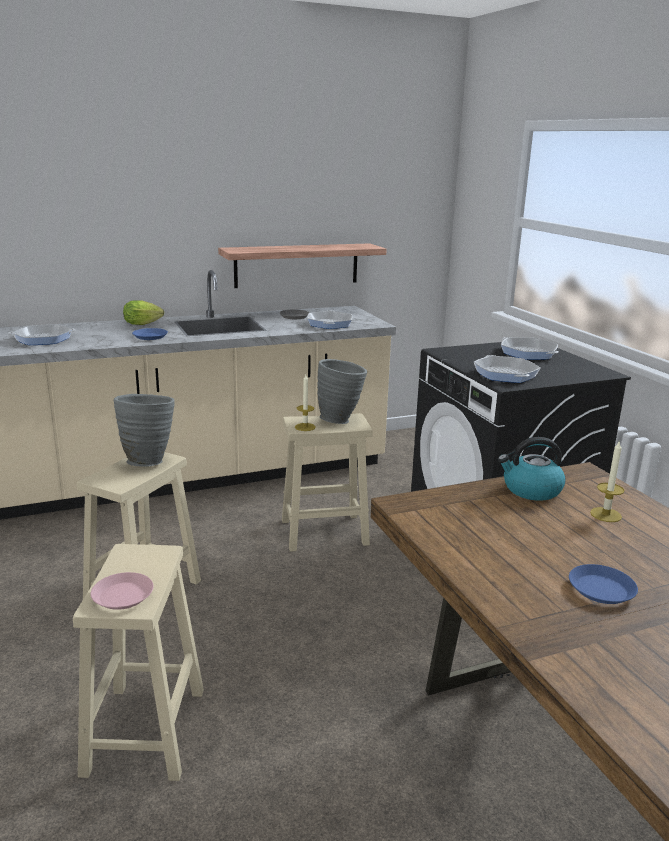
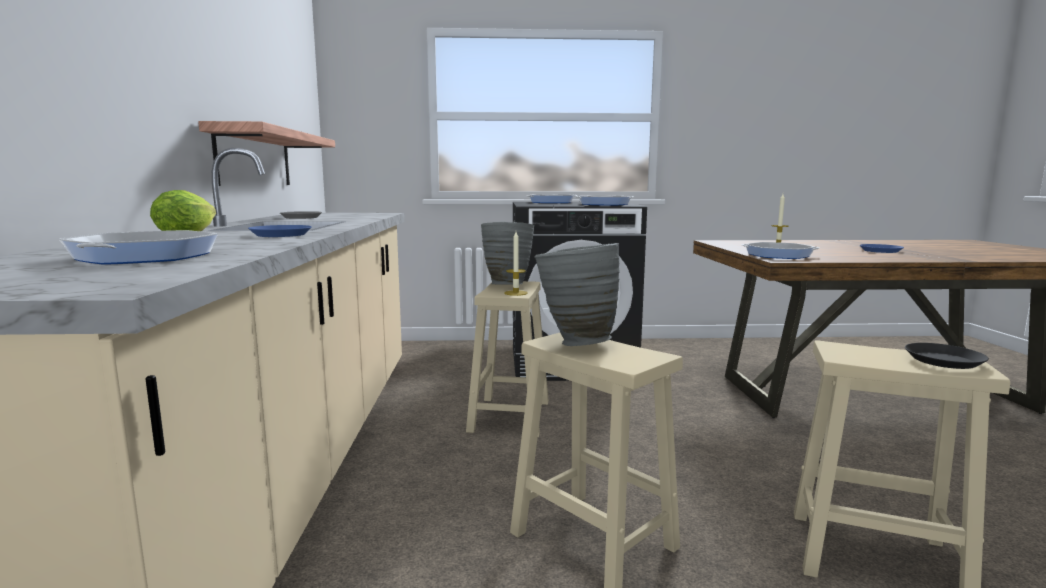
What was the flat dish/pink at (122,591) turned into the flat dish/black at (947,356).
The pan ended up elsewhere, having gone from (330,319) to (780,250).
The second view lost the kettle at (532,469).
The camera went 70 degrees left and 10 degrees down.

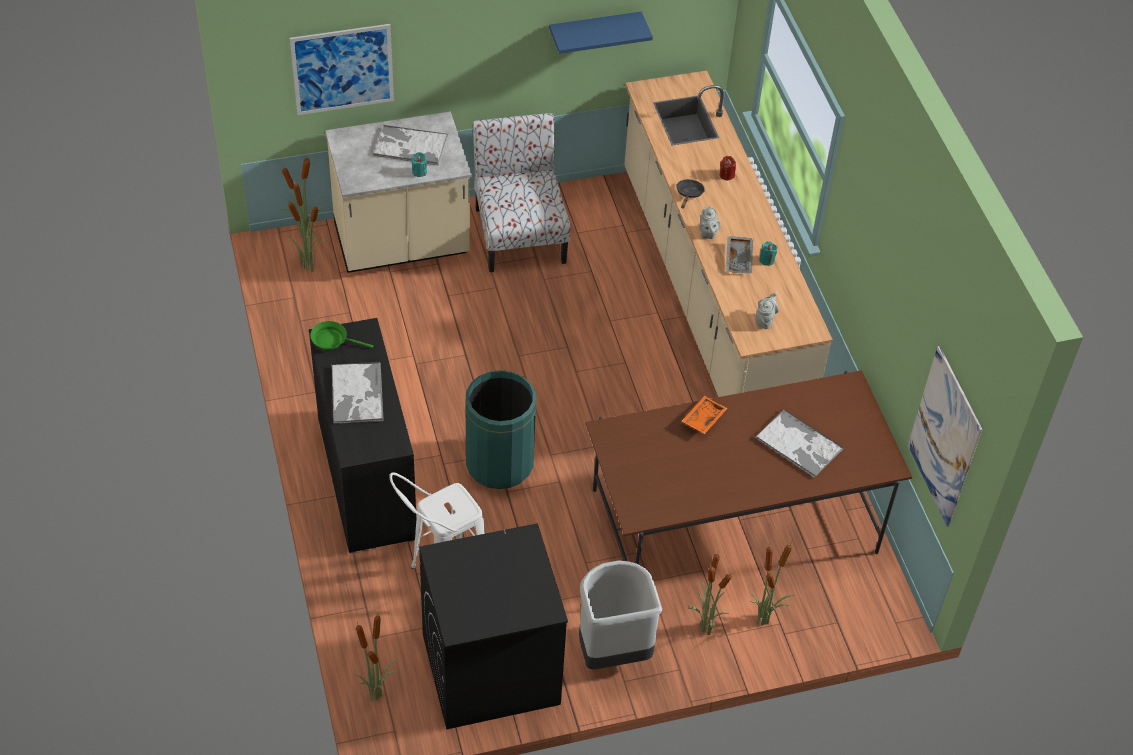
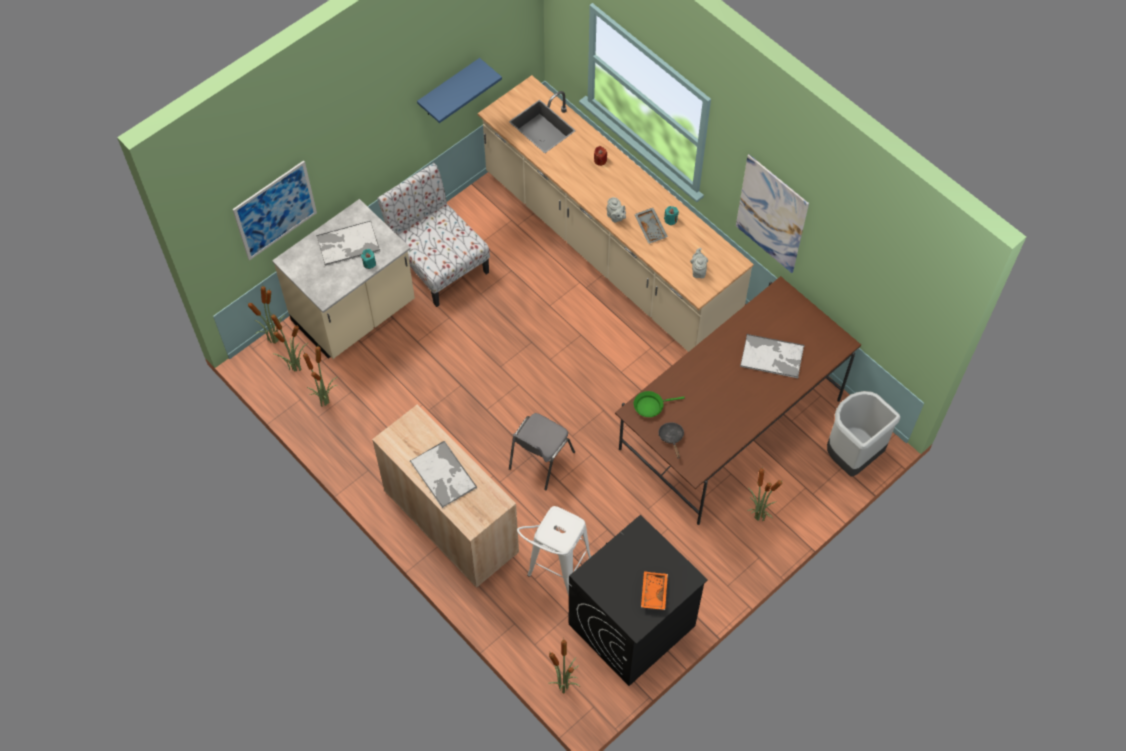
What was the storage cabinet/black at (362,436) turned into the storage cabinet/sand-coloured at (445,496).
The pan/greenish ended up elsewhere, having gone from (341,335) to (659,404).
Where the waste bin/greenish stood at (501,429), the chair/gray came to stand at (542,452).
The waste bin/gray ended up elsewhere, having gone from (620,615) to (863,433).
The pan/black ended up elsewhere, having gone from (690,194) to (671,440).
The tray/orange-coloured ended up elsewhere, having gone from (705,415) to (654,590).
The potted plant ended up elsewhere, having gone from (772,585) to (320,376).
The wall art ended up elsewhere, having gone from (945,436) to (772,213).
The camera went 25 degrees left and 10 degrees up.

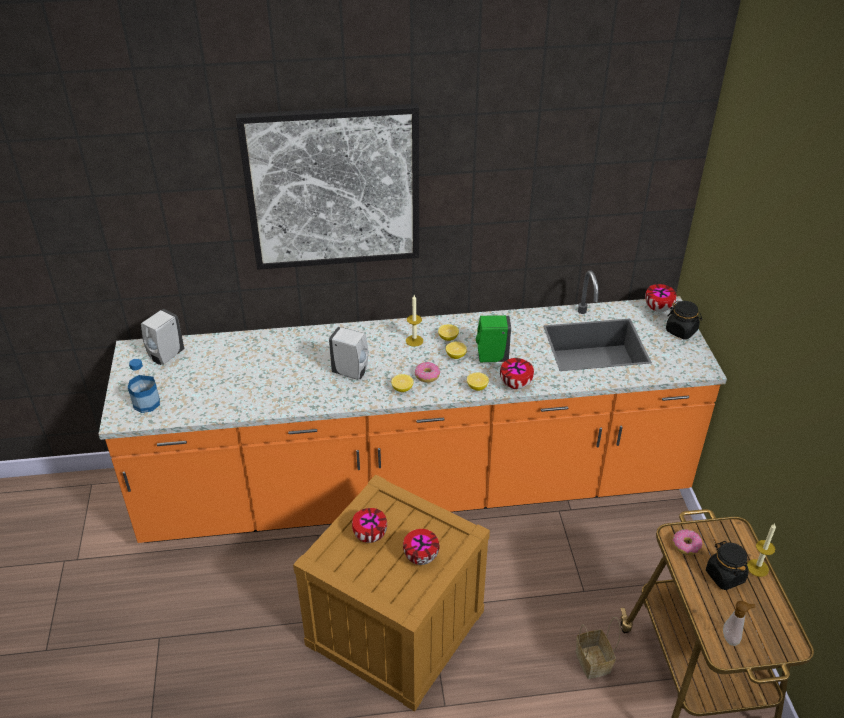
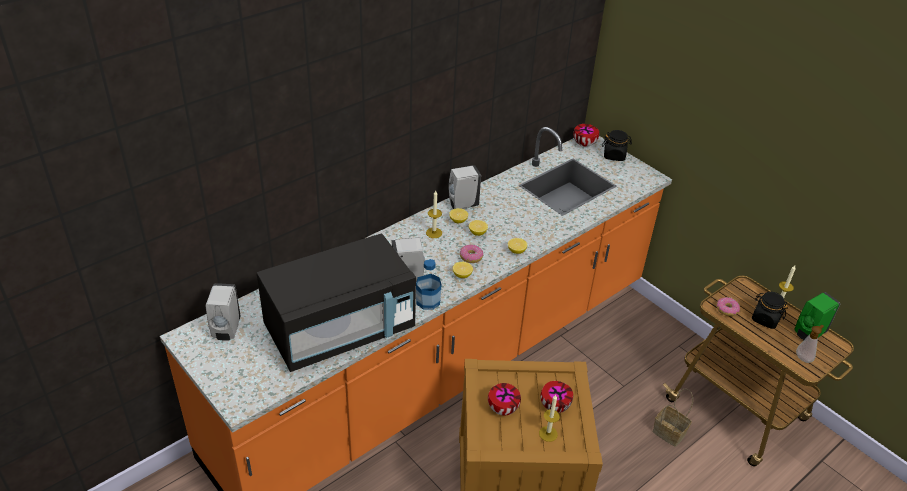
The bottle ended up elsewhere, having gone from (144,386) to (429,284).
The second view lost the wall art at (327,187).
The liquid soap bottle/greenish ended up elsewhere, having gone from (493,338) to (817,316).
The second view lost the deep dish at (517,373).
The second view gained the microwave oven/black at (336,303).
The second view gained the liquid soap bottle/white at (464,187).
The second view gained the wax light at (549,418).
The camera went 35 degrees left and 0 degrees up.

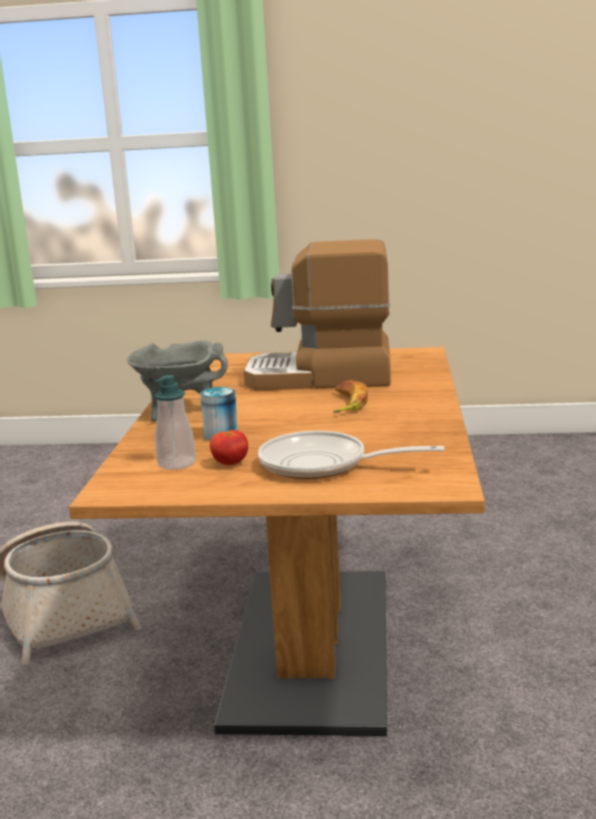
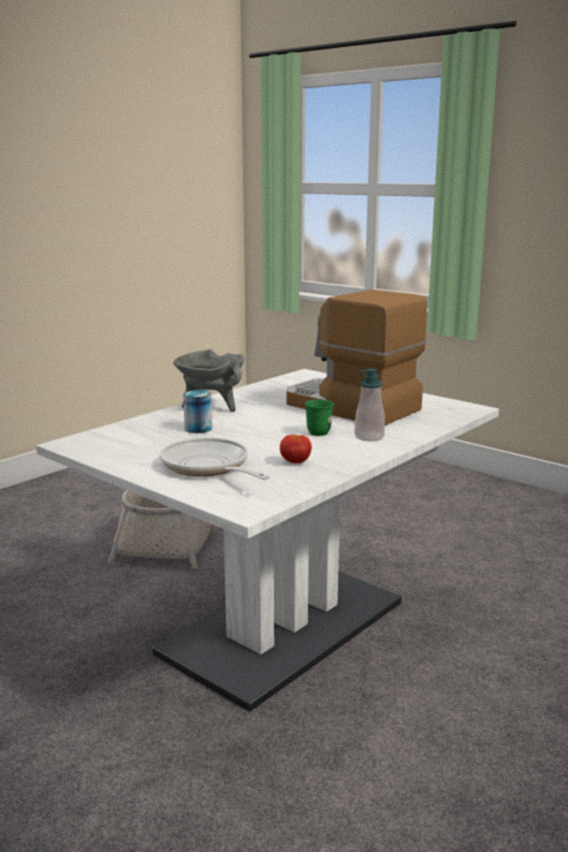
What was the kitchen table/brownish at (277,541) turned into the kitchen table/white at (267,540).
The liquid soap bottle ended up elsewhere, having gone from (175,422) to (370,405).
The tomato ended up elsewhere, having gone from (229,447) to (296,449).
Where the banana fruit stood at (350,396), the coffee mug/greenish came to stand at (319,417).
The camera went 35 degrees right and 0 degrees up.

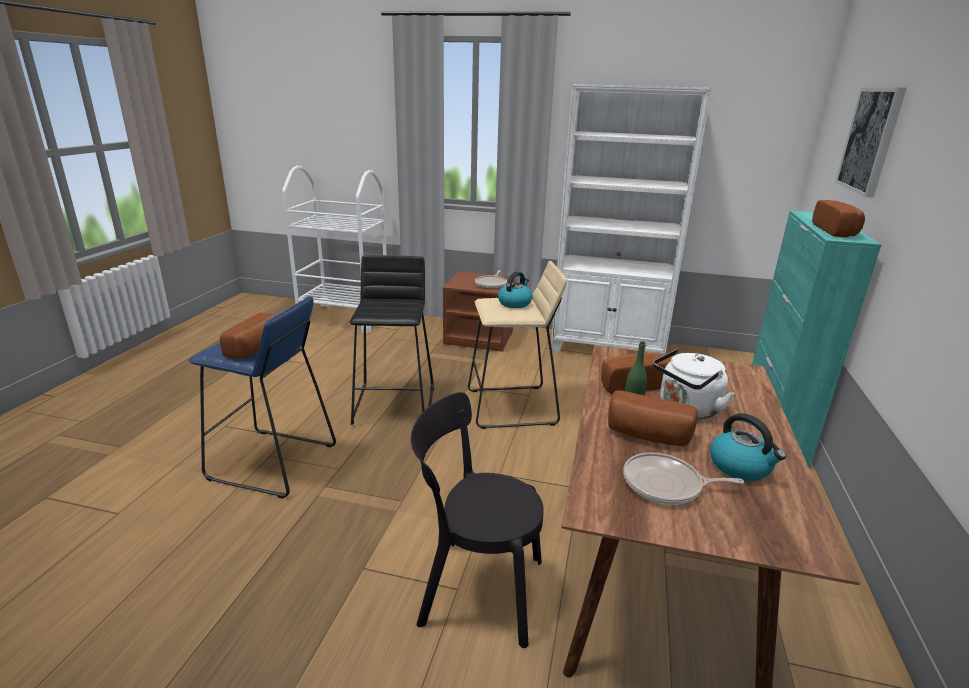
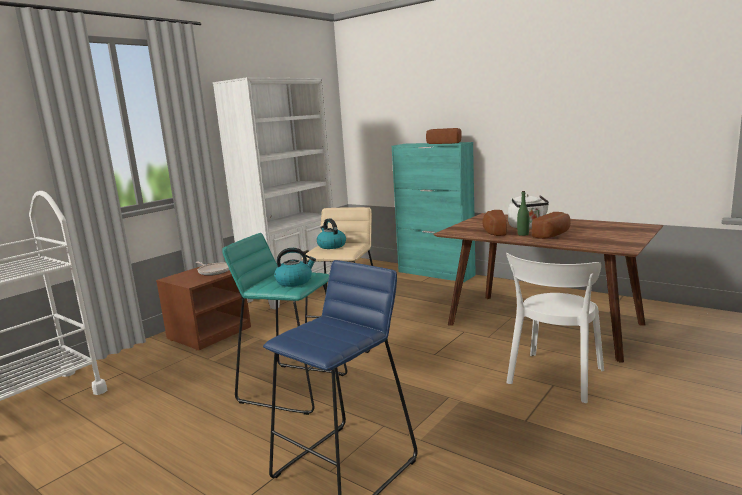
The second view lost the bakery bread at (247,336).
What was the stool/black at (392,340) turned into the stool/blue-green at (284,324).
What was the chair/black at (477,520) turned into the chair/white at (555,328).
The second view lost the pan at (683,479).
The kettle ended up elsewhere, having gone from (748,447) to (295,267).
The second view lost the wall art at (871,142).
The camera went 65 degrees left and 10 degrees down.

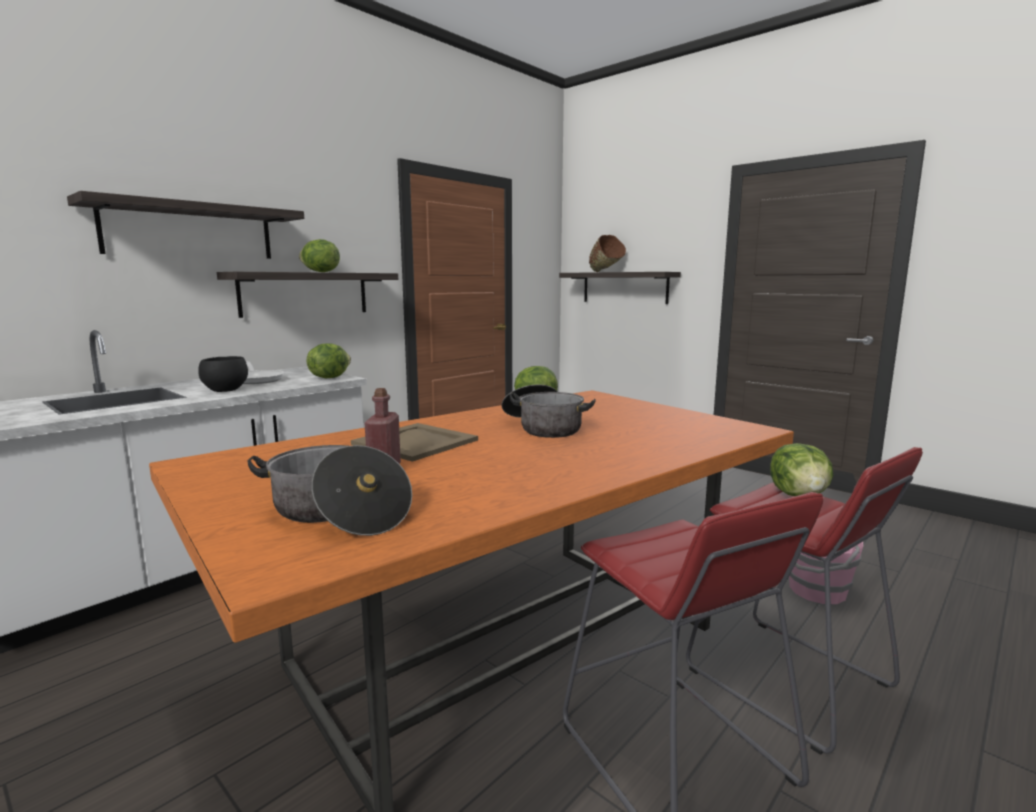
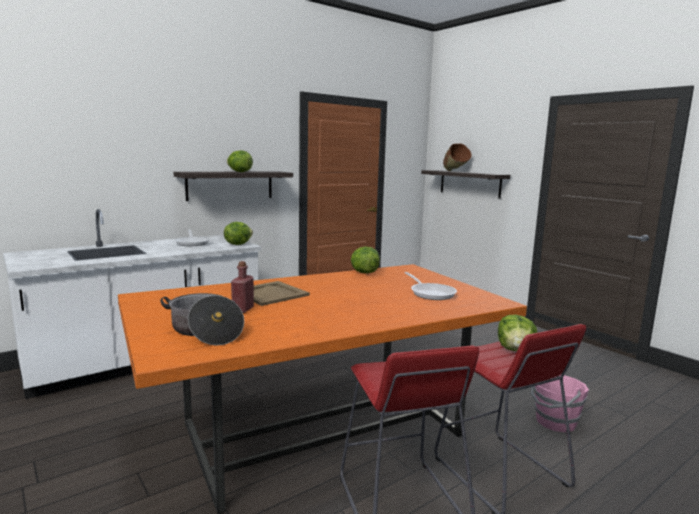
The second view lost the bracket shelf at (185,225).
The second view lost the deep dish/black at (223,374).
The second view lost the saucepot at (549,411).
The second view gained the pan at (431,286).
The camera went 10 degrees right and 0 degrees up.

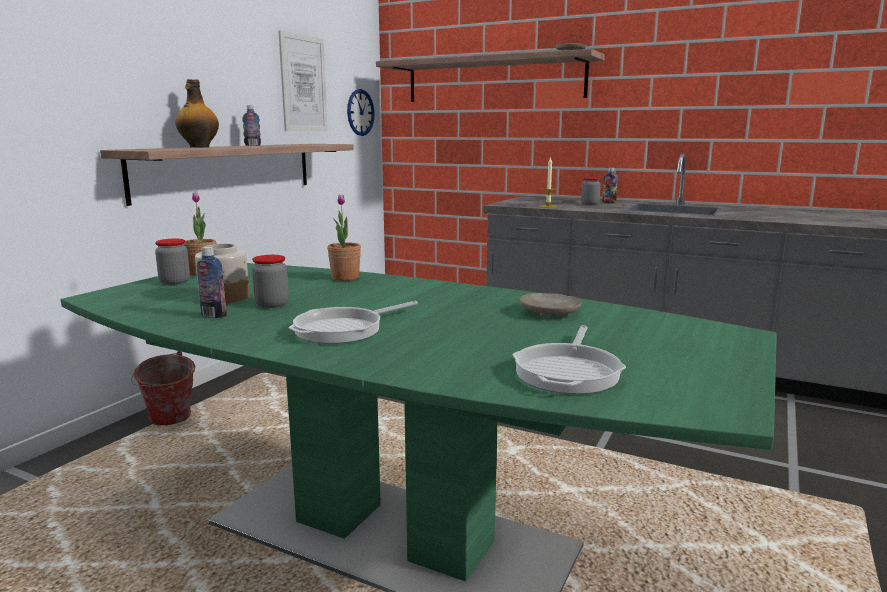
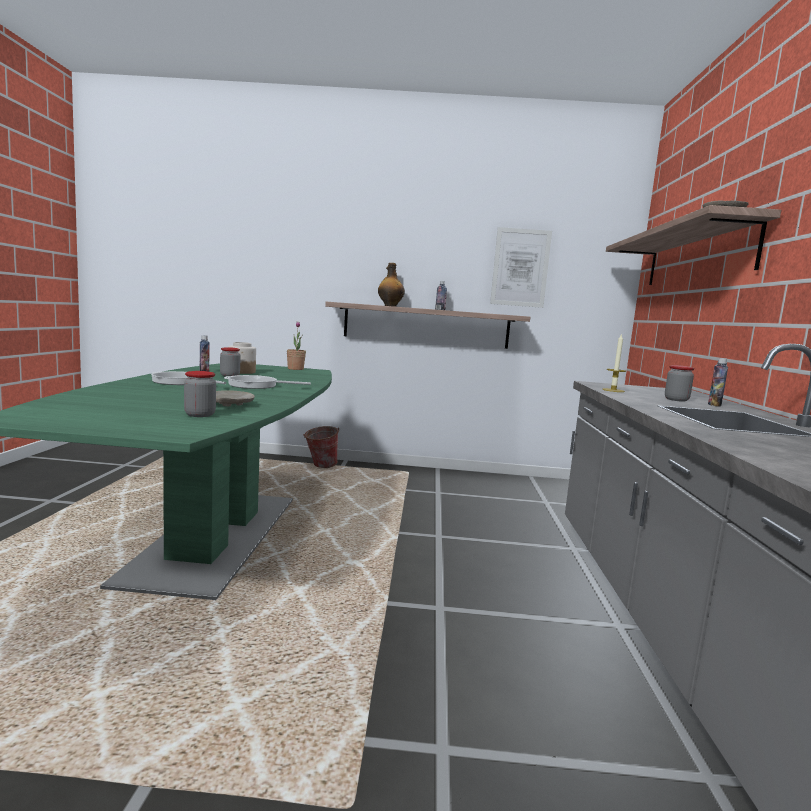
The jar ended up elsewhere, having gone from (172,262) to (200,394).
The second view lost the potted plant at (344,238).
The second view lost the hanging clock at (361,112).
The pan ended up elsewhere, having gone from (569,359) to (267,382).
The camera went 65 degrees right and 5 degrees down.

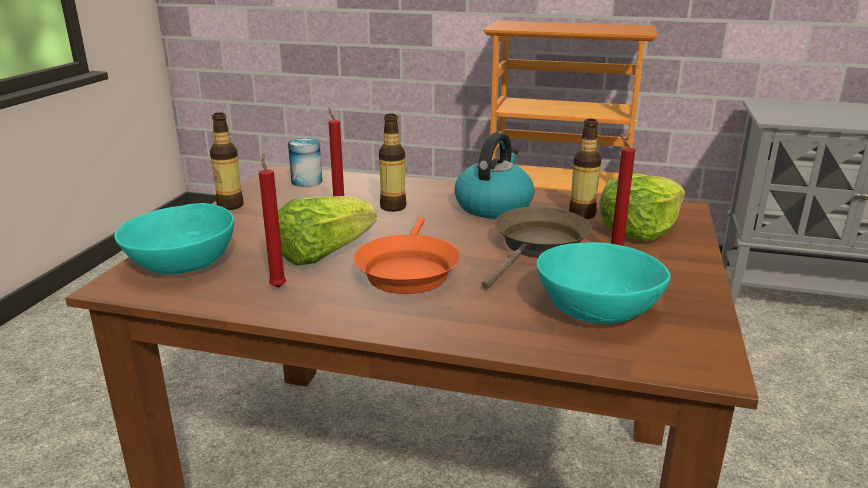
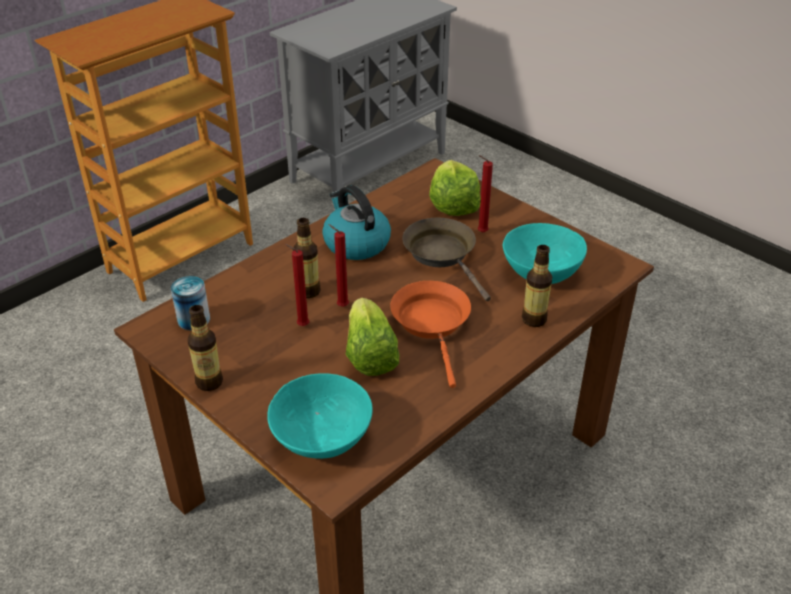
The wax light/reddish ended up elsewhere, having gone from (272,220) to (338,265).
The pan/orange-coloured at (407,255) ended up facing another way, 135 degrees counterclockwise from before.
The bottle ended up elsewhere, having gone from (585,169) to (537,286).
The camera went 60 degrees left and 15 degrees up.

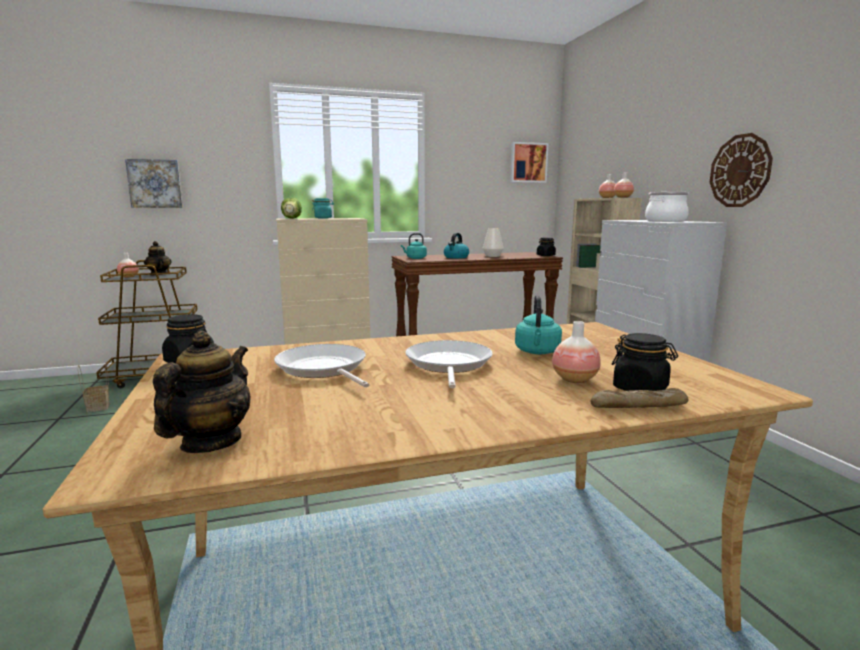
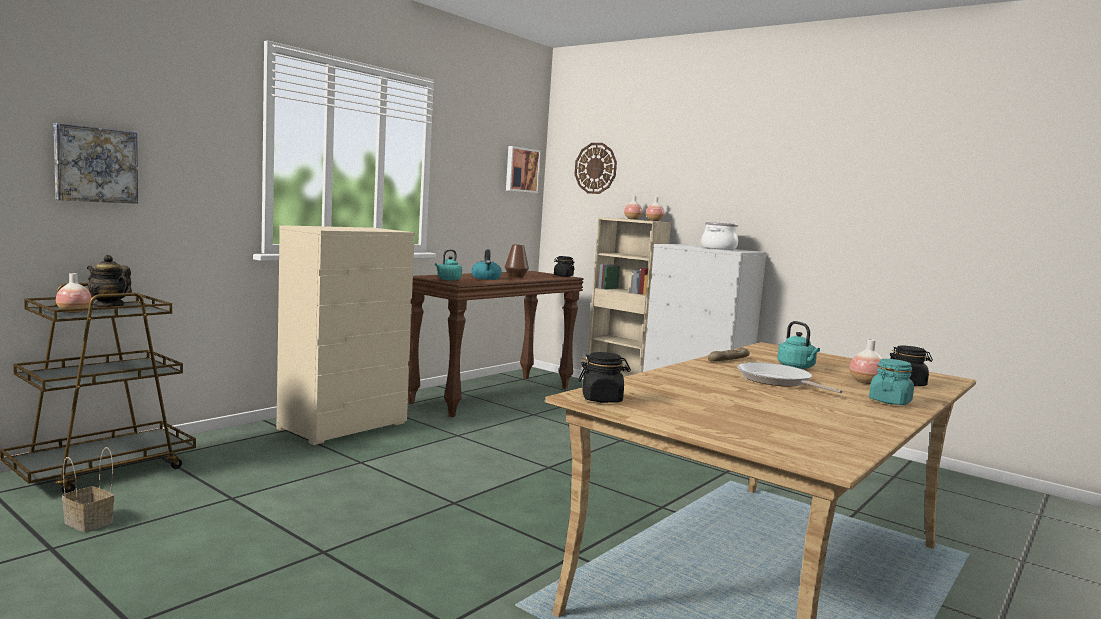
The second view lost the tea pot at (202,392).
The second view lost the pan at (322,365).
The second view lost the lettuce head at (291,208).
The jar/blue-green ended up elsewhere, having gone from (323,208) to (891,382).
What was the decorative vase/white at (493,242) turned into the decorative vase/brownish at (517,261).
The bakery bread ended up elsewhere, having gone from (639,398) to (729,355).
The hanging clock ended up elsewhere, having gone from (741,170) to (595,168).
The camera went 35 degrees left and 5 degrees down.

